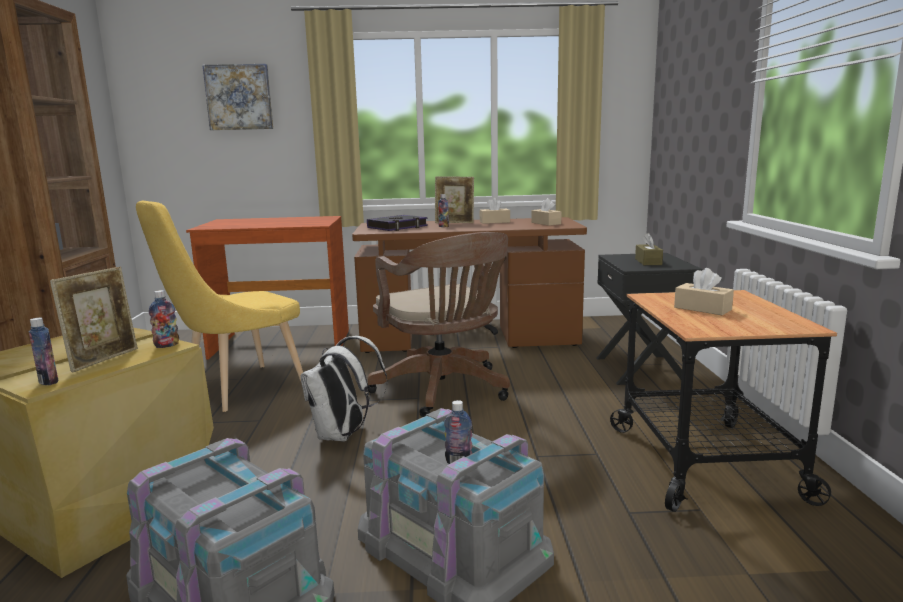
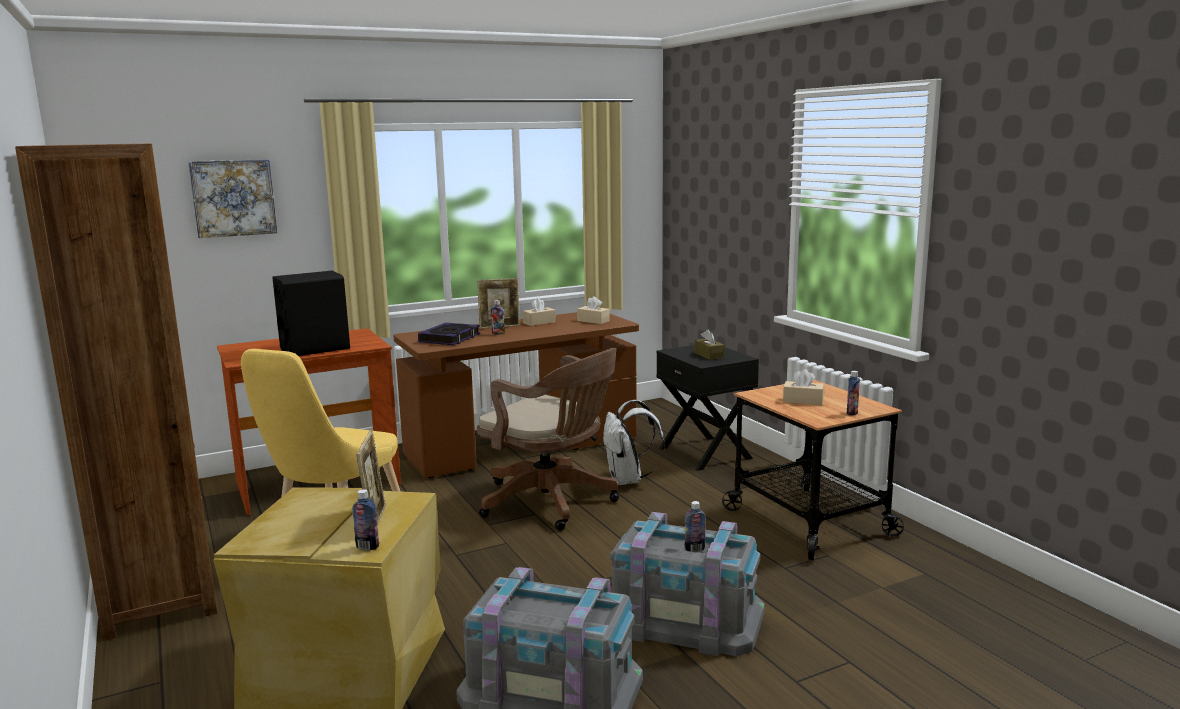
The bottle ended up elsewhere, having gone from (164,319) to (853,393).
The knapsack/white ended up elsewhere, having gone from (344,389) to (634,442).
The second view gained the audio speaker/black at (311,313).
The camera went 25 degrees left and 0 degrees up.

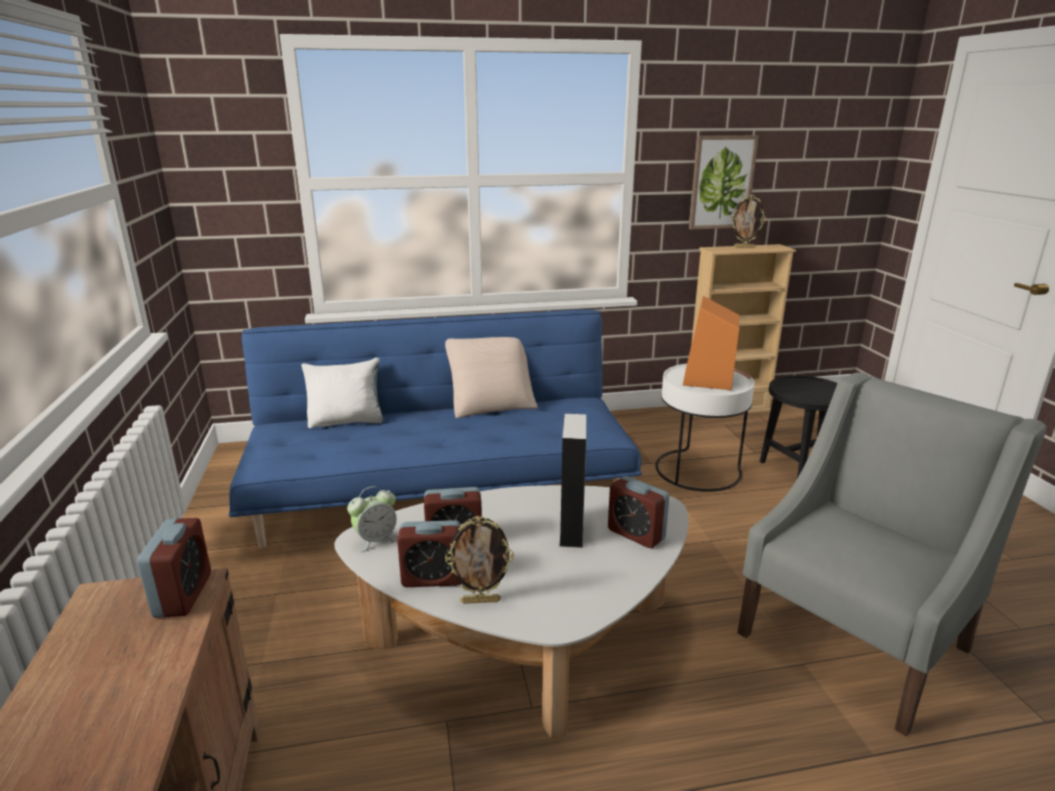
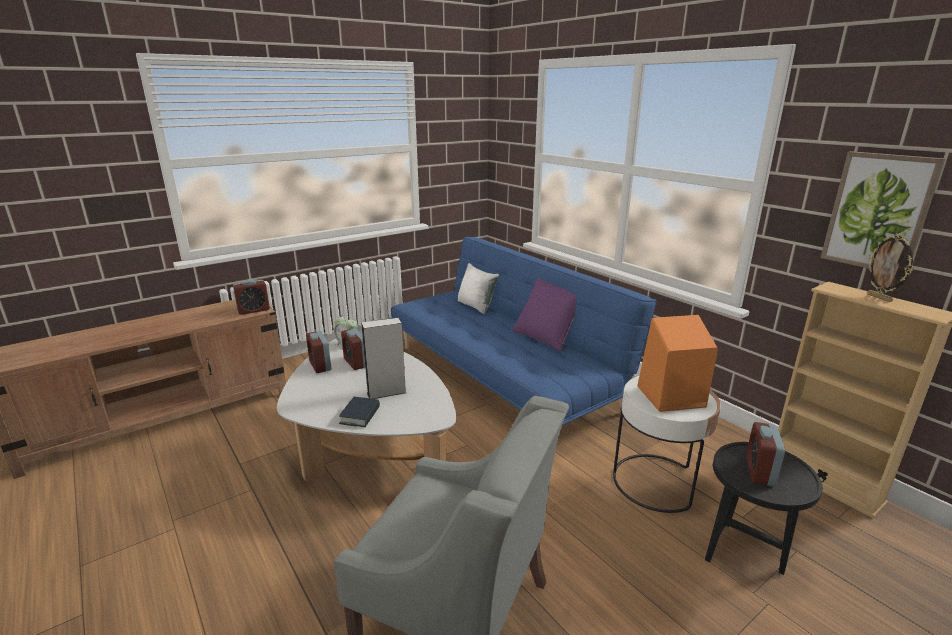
What was the cushion/sand-coloured at (491,377) turned into the cushion/purple-coloured at (544,314).
The second view lost the photo frame at (479,560).
The alarm clock ended up elsewhere, having gone from (639,512) to (765,454).
The second view gained the book at (359,412).
The camera went 65 degrees right and 0 degrees up.

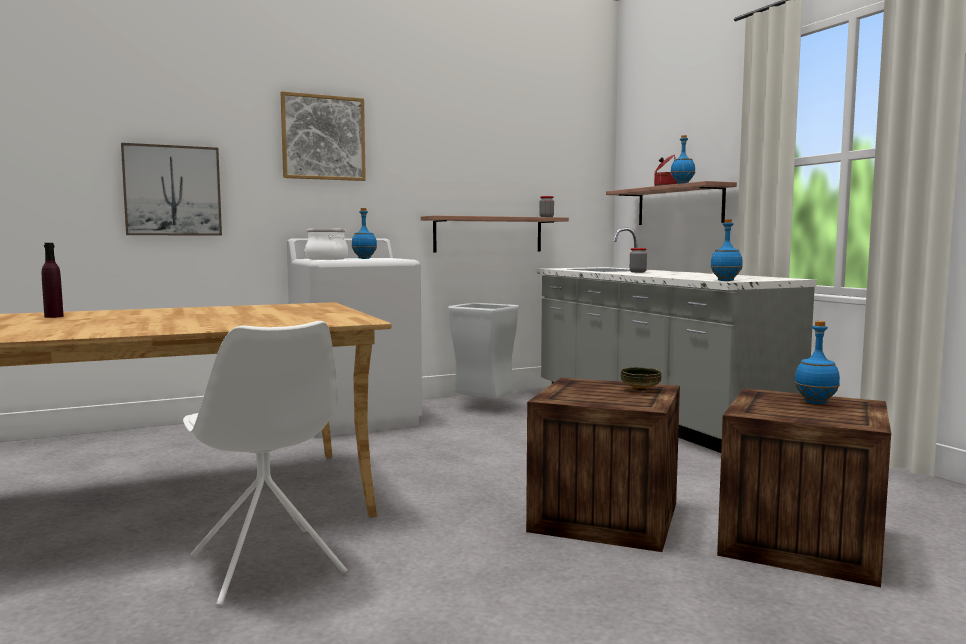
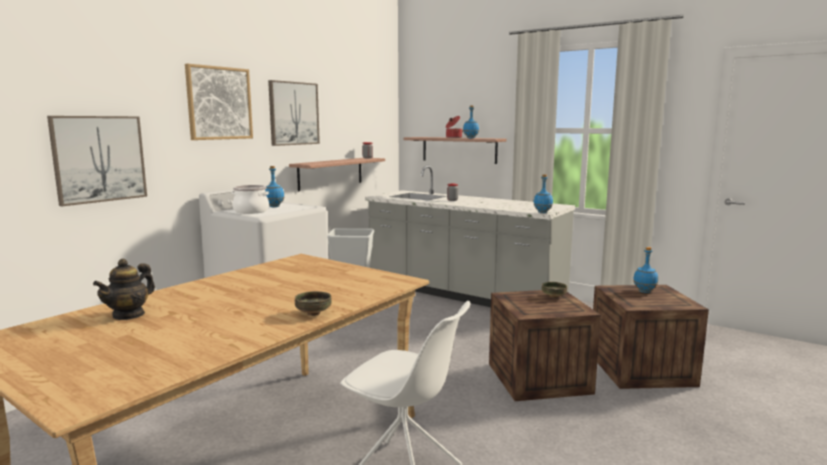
Where the bottle/purple-coloured stood at (52,280), the tea pot came to stand at (124,289).
The second view gained the wall art at (294,113).
The second view gained the deep dish at (313,303).
The camera went 30 degrees left and 5 degrees up.

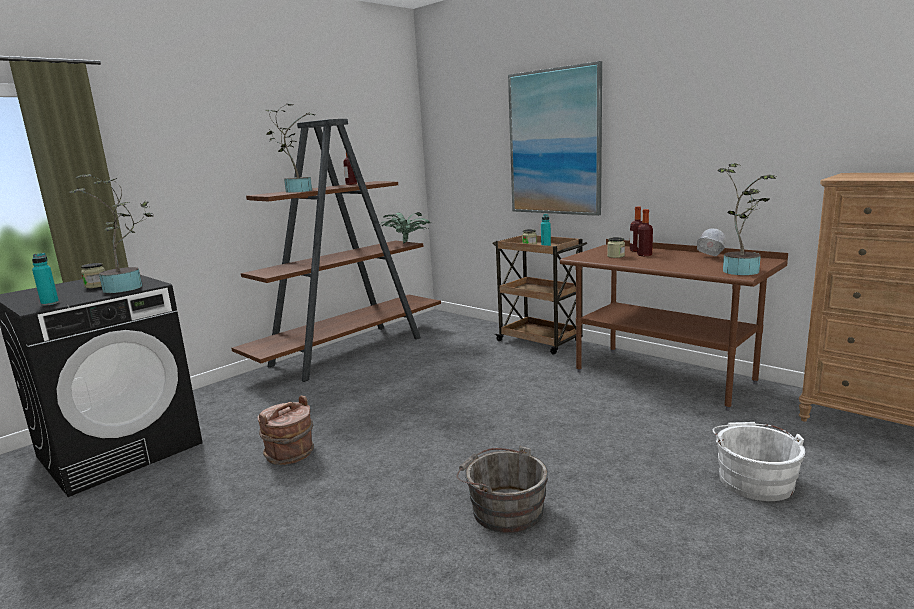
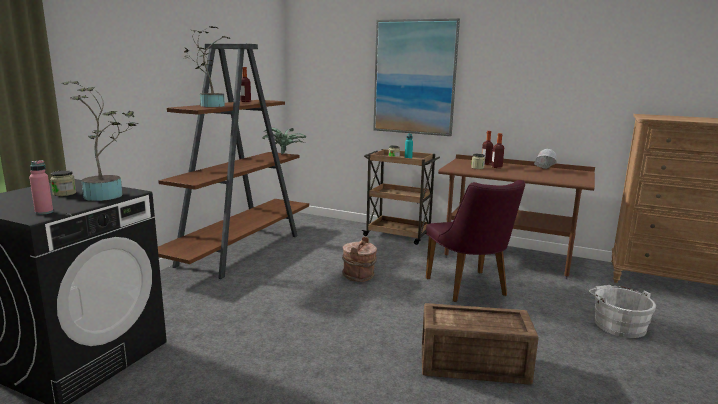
What was the bottle/blue-green at (45,279) turned into the bottle/pink at (41,187).
The bucket/brownish ended up elsewhere, having gone from (286,430) to (359,259).
Where the bucket/gray stood at (502,489), the packing crate came to stand at (480,344).
The second view lost the potted plant at (748,219).
The second view gained the chair/purple-coloured at (475,241).
The camera went 20 degrees left and 0 degrees up.

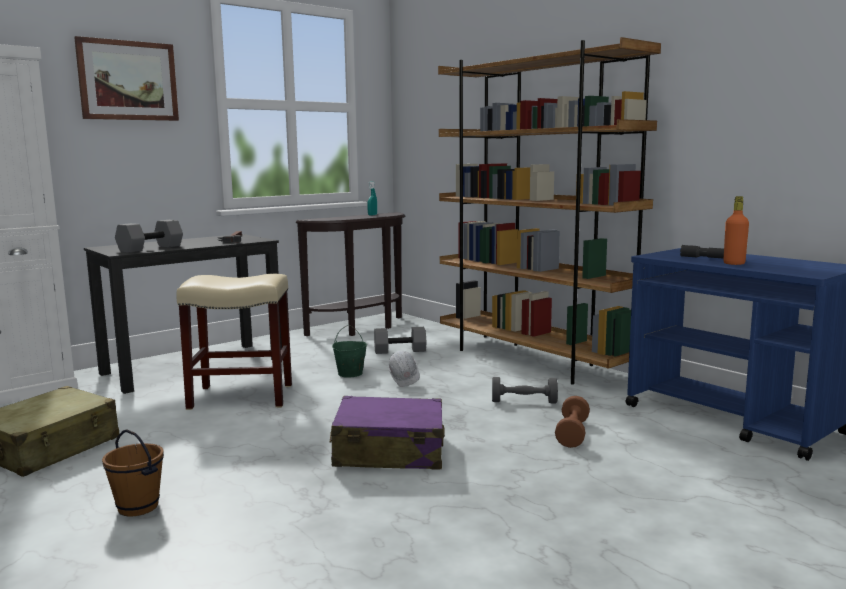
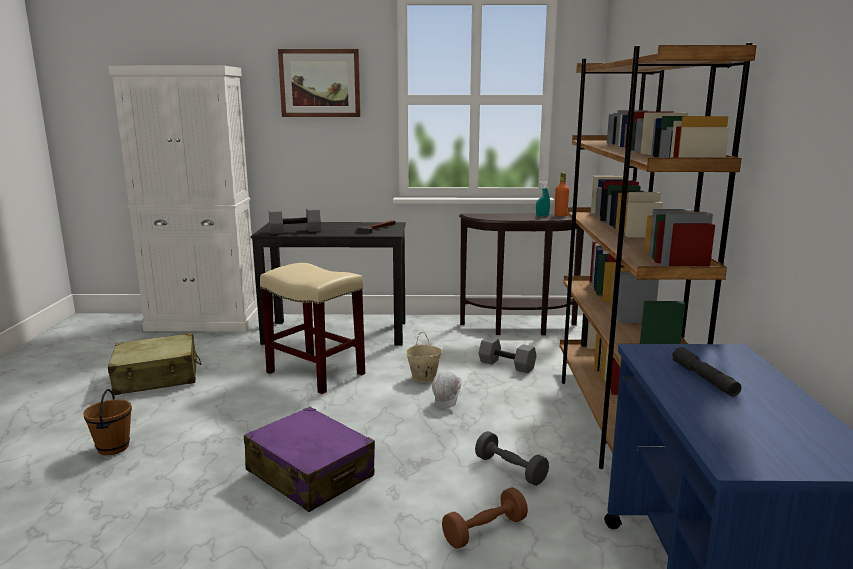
What was the bucket/greenish at (349,351) turned into the bucket/sand-coloured at (424,357).
The bottle/orange-coloured ended up elsewhere, having gone from (736,230) to (562,194).
The camera went 40 degrees right and 5 degrees up.

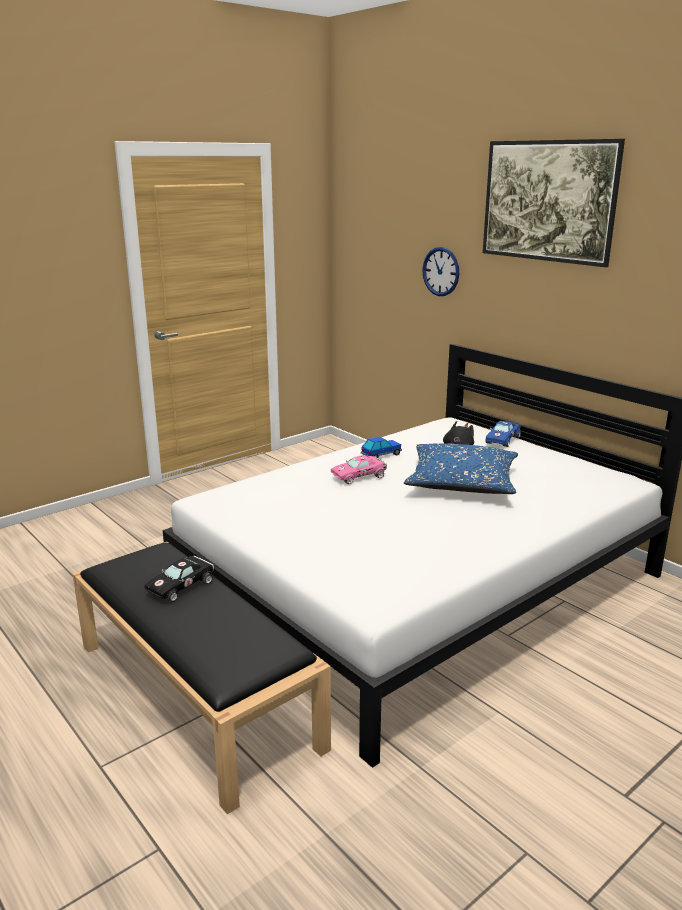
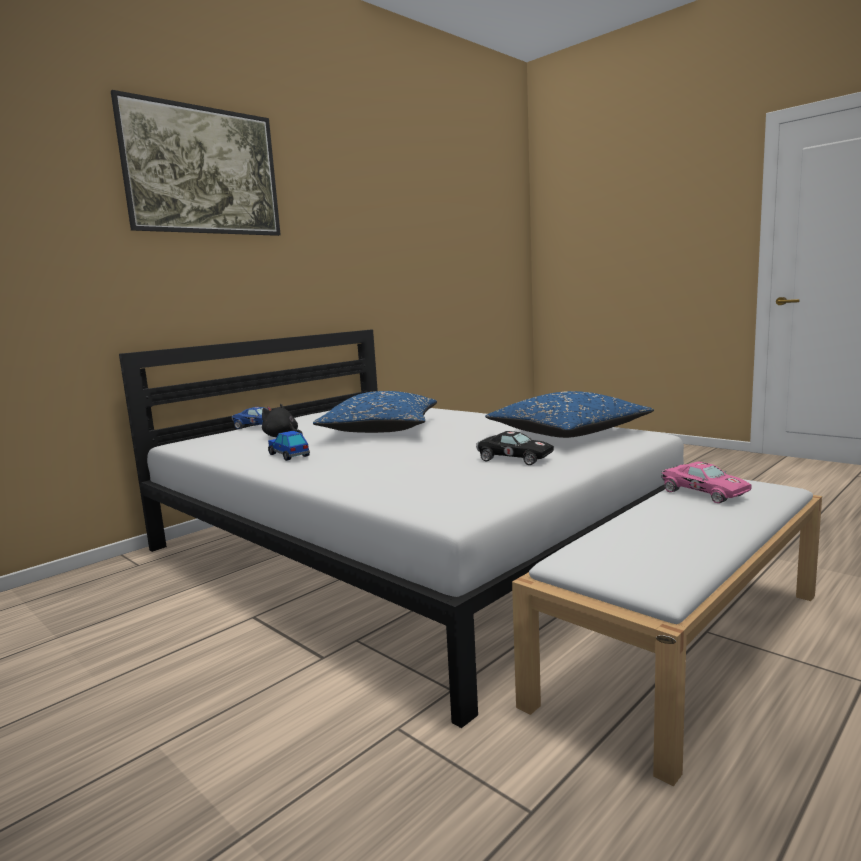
What was the indoor bench/black at (201,678) turned into the indoor bench/white at (667,632).
The miniature car/black ended up elsewhere, having gone from (179,579) to (515,448).
The miniature car/pink ended up elsewhere, having gone from (359,469) to (706,482).
The second view lost the hanging clock at (440,271).
The second view gained the cushion/bluish at (569,414).
The camera went 95 degrees left and 10 degrees down.

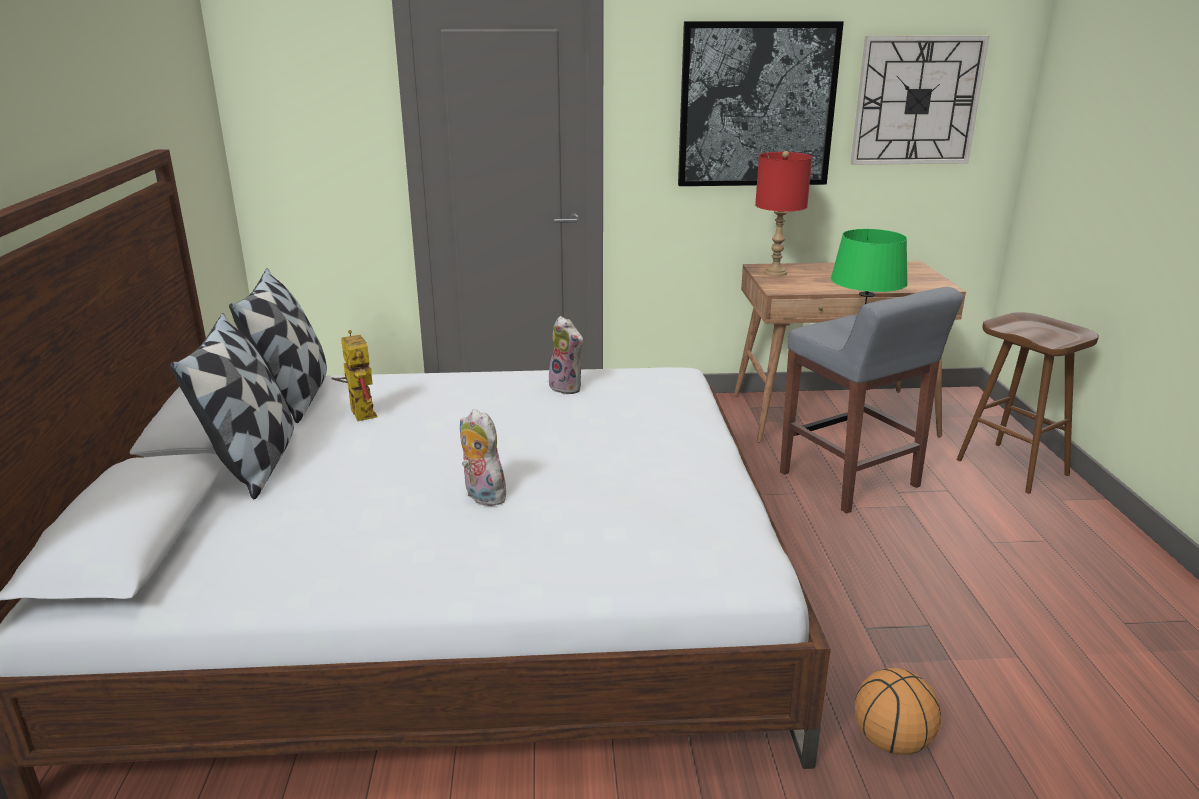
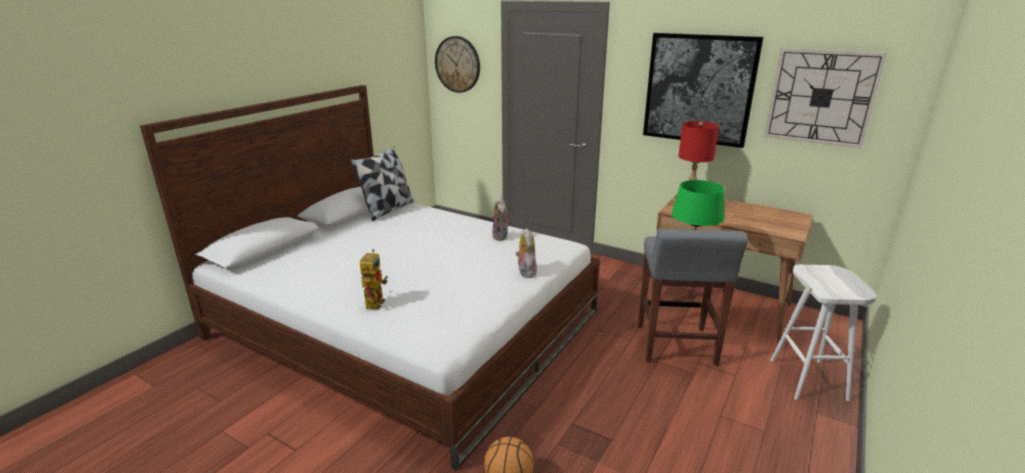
The second view lost the cushion at (232,406).
The toy robot ended up elsewhere, having gone from (354,375) to (374,279).
The soft toy ended up elsewhere, having gone from (483,457) to (526,253).
What was the stool/brownish at (1028,403) turned into the stool/white at (823,333).
The second view gained the hanging clock at (457,64).
The camera went 35 degrees right and 0 degrees up.

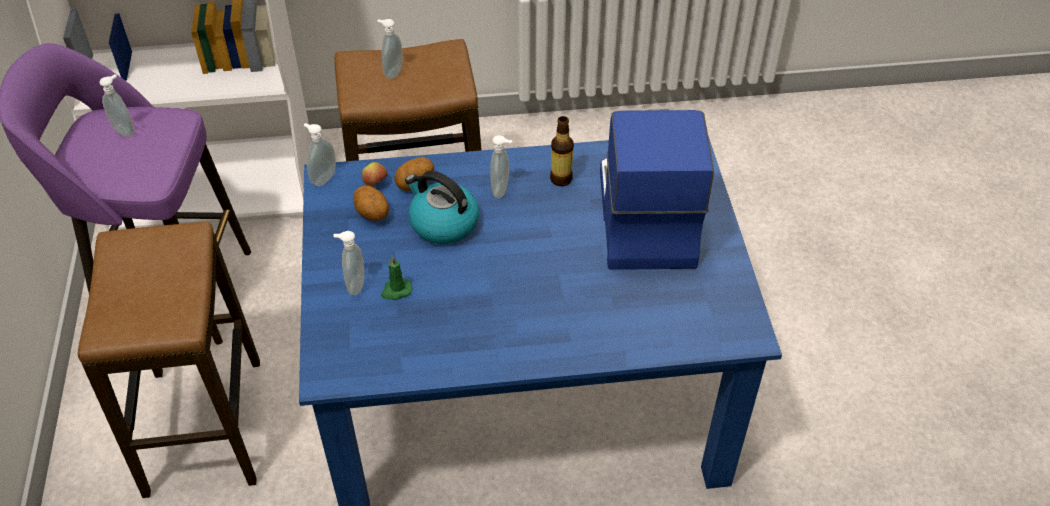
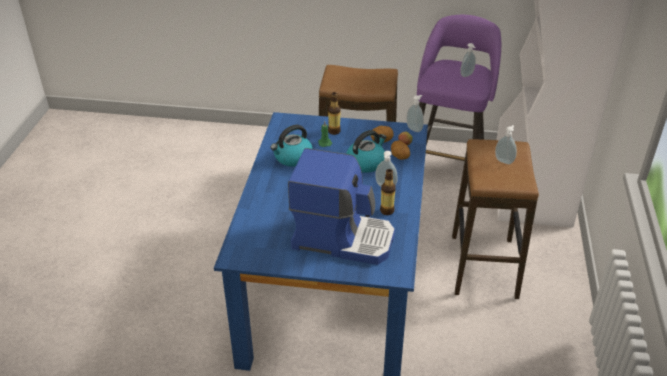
Where the liquid soap bottle stood at (348,263), the bottle came to stand at (334,113).
The second view gained the kettle at (291,146).
The camera went 105 degrees right and 10 degrees down.

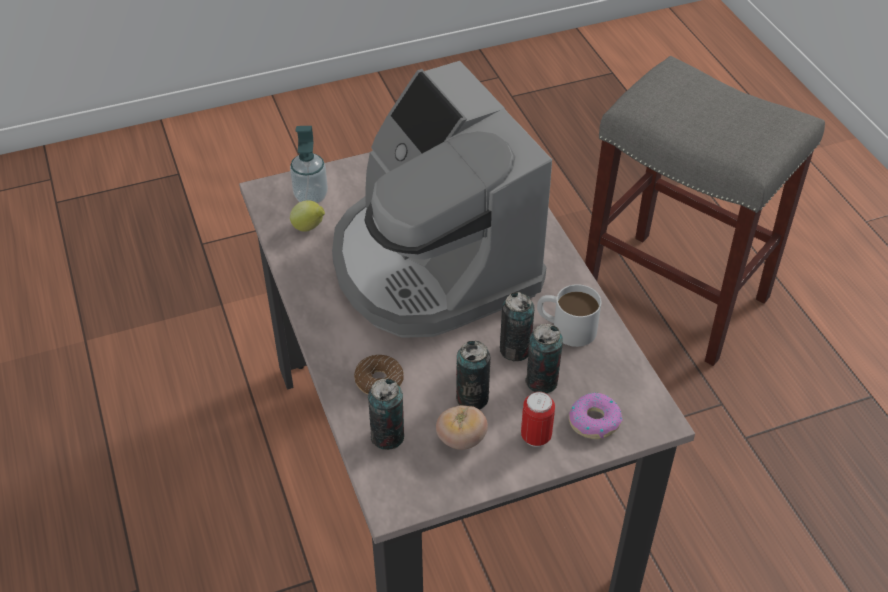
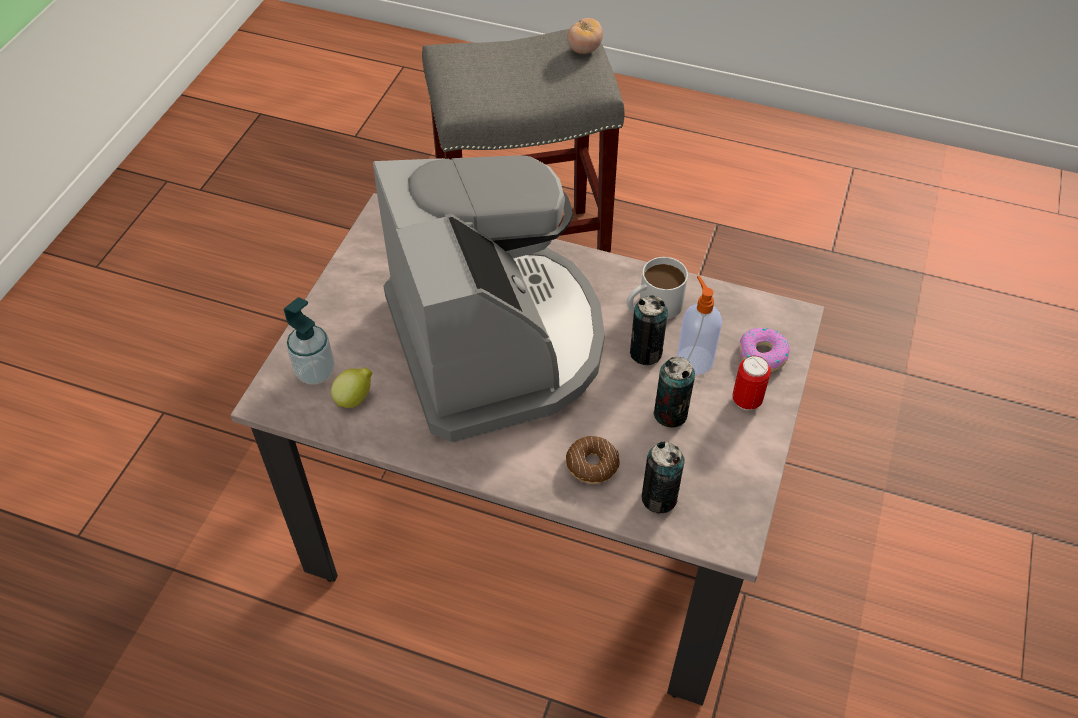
The coffee maker at (442,199) ended up facing another way, 120 degrees counterclockwise from before.
The tomato ended up elsewhere, having gone from (462,427) to (585,36).
Where the sealed can stood at (544,358), the liquid soap bottle came to stand at (699,325).
The camera went 50 degrees left and 5 degrees up.

